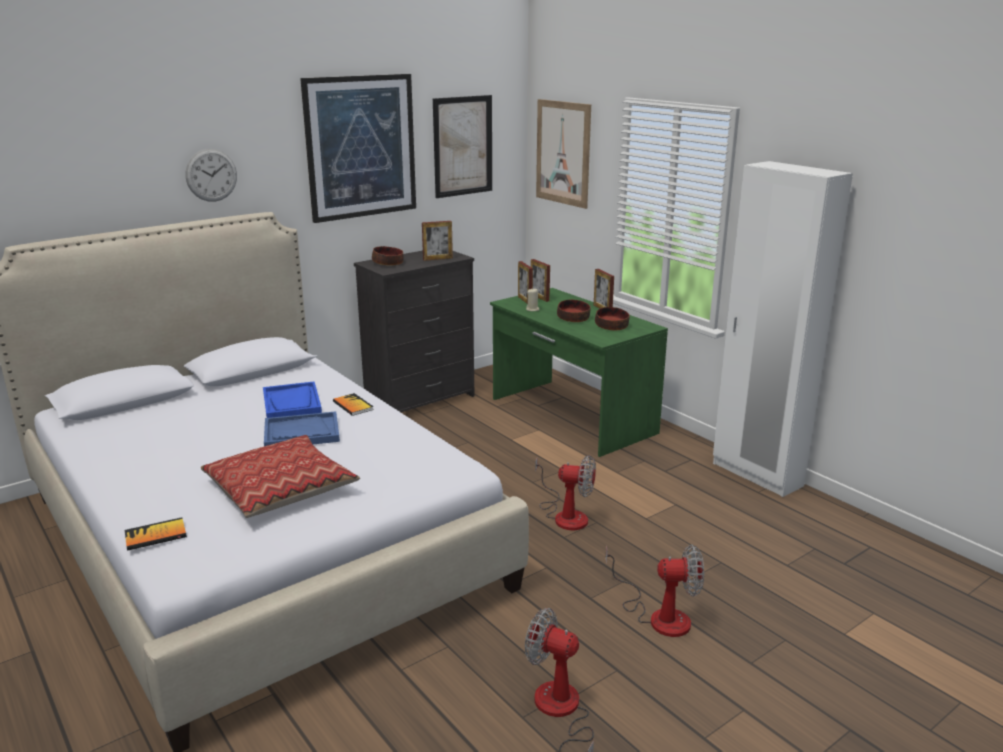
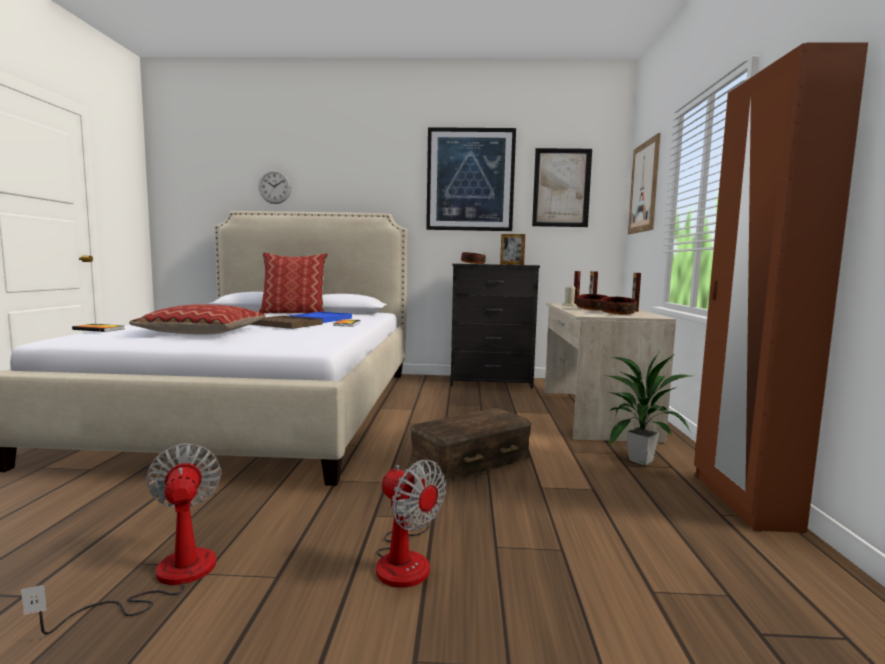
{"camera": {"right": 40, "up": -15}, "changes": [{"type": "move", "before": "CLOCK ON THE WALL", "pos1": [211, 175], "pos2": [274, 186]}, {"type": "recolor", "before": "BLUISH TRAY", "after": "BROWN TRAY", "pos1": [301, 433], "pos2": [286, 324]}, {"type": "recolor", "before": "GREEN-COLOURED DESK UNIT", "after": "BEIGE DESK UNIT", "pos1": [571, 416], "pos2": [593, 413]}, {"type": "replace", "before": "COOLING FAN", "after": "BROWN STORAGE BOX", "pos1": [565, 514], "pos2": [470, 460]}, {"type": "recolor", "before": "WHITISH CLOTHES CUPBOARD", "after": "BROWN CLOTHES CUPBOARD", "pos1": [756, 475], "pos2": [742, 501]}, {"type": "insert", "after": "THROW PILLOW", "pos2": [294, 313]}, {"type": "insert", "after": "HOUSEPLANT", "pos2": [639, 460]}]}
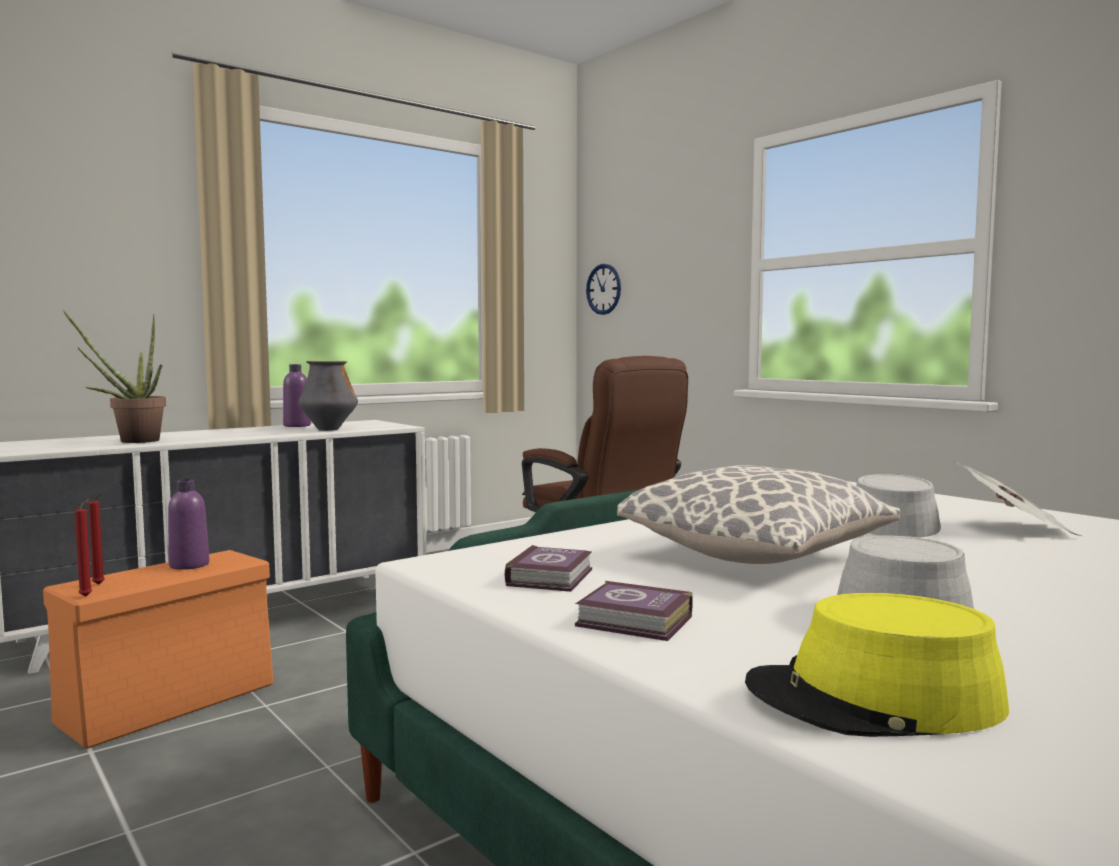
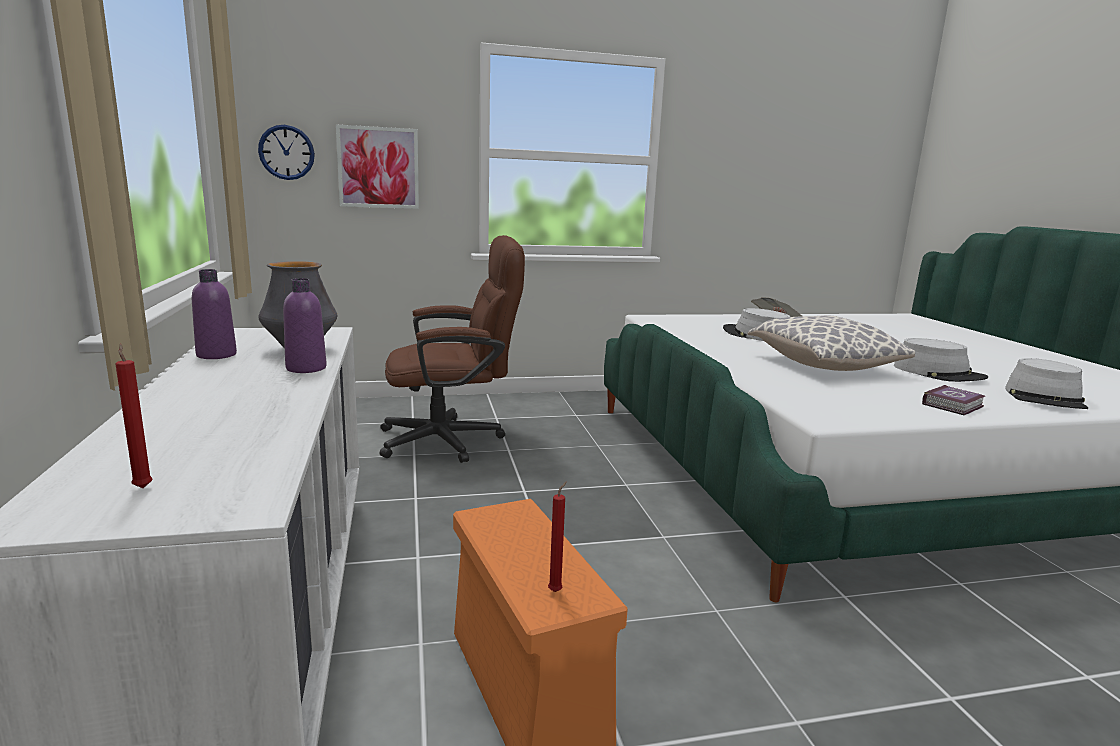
{"camera": {"right": -65, "up": 10}, "changes": [{"type": "delete", "before": "HOUSEPLANT", "pos1": [131, 441]}, {"type": "move", "before": "RED-COLOURED CANDLE", "pos1": [87, 596], "pos2": [143, 487]}, {"type": "move", "before": "PURPLE BOTTLE", "pos1": [189, 565], "pos2": [306, 368]}, {"type": "delete", "before": "VOLUME", "pos1": [552, 577]}, {"type": "recolor", "before": "YELLOW WEARABLE HAT", "after": "GREYISH WEARABLE HAT", "pos1": [875, 699], "pos2": [1045, 398]}, {"type": "insert", "after": "WALL PICTURE", "pos2": [378, 167]}]}
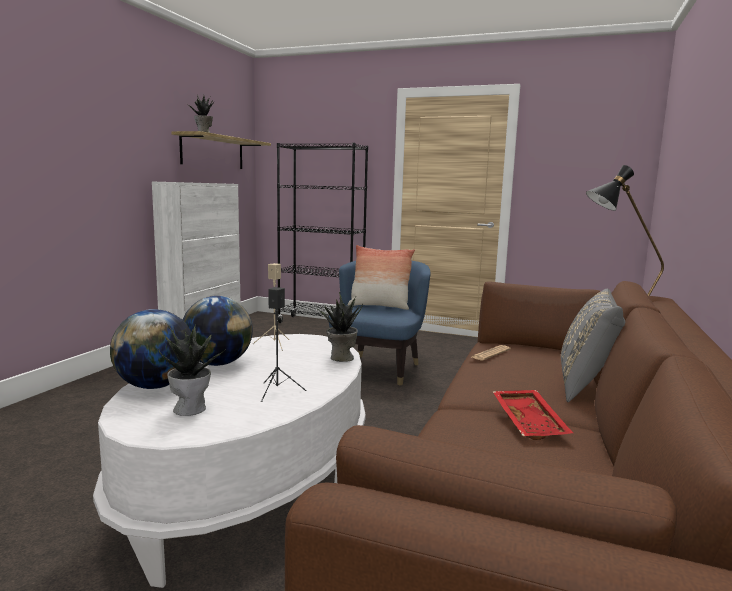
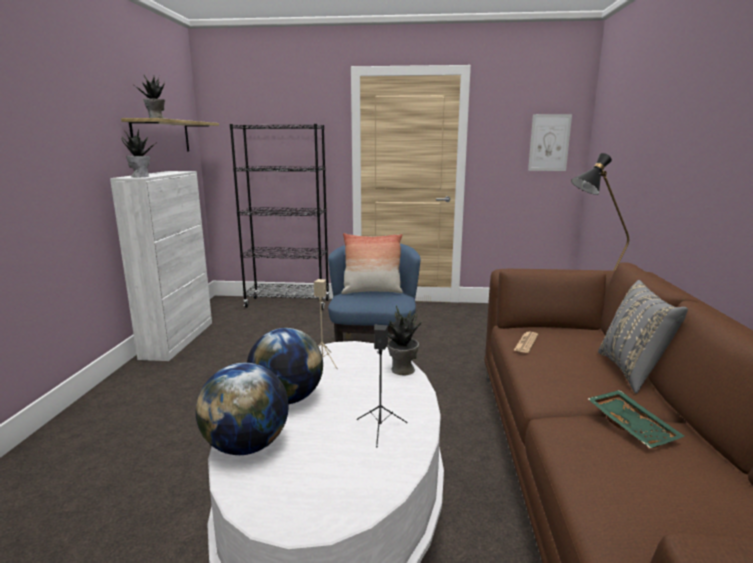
{"camera": {"right": -15, "up": 5}, "changes": [{"type": "move", "before": "HOUSEPLANT", "pos1": [191, 409], "pos2": [141, 176]}, {"type": "recolor", "before": "RED-COLOURED TRAY", "after": "GREEN-COLOURED TRAY", "pos1": [530, 423], "pos2": [633, 426]}, {"type": "insert", "after": "WALL PICTURE", "pos2": [549, 143]}]}
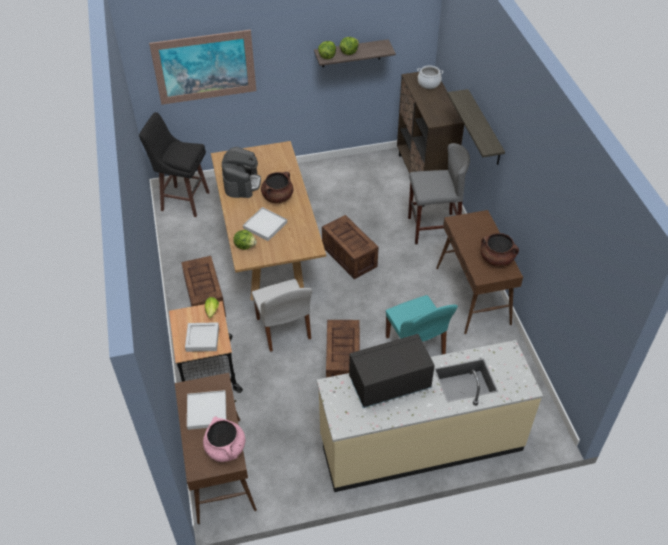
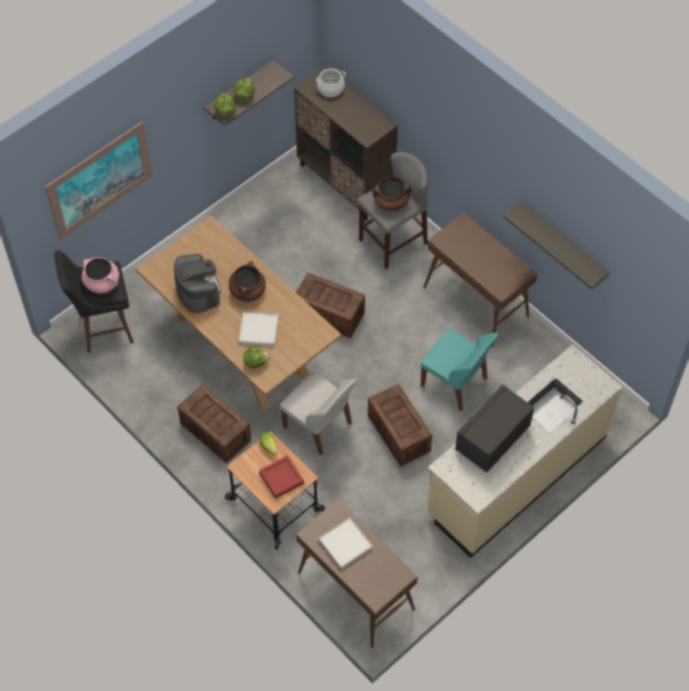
{"camera": {"right": -30, "up": 10}, "changes": [{"type": "recolor", "before": "GREYISH TRAY", "after": "RED-COLOURED TRAY", "pos1": [202, 339], "pos2": [281, 478]}, {"type": "move", "before": "PINKISH SAUCEPOT", "pos1": [226, 448], "pos2": [102, 283]}, {"type": "move", "before": "WALL SHELF", "pos1": [484, 128], "pos2": [563, 244]}, {"type": "move", "before": "BROWN SAUCEPOT", "pos1": [497, 259], "pos2": [391, 202]}]}
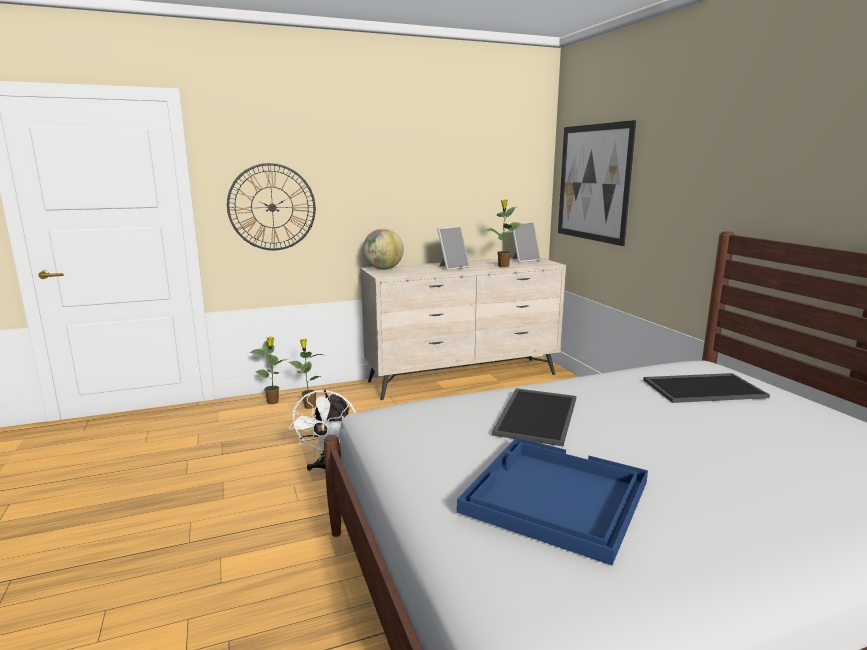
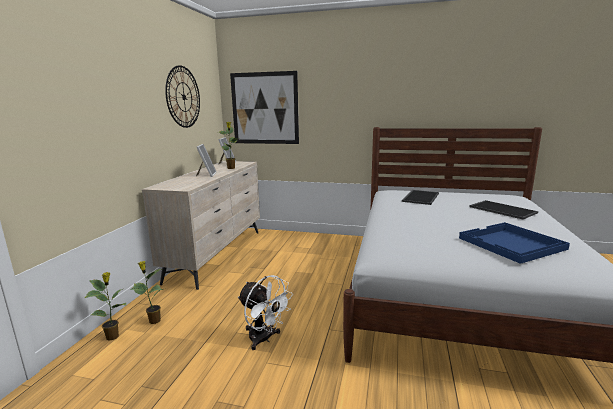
{"camera": {"right": -55, "up": 0}, "changes": [{"type": "move", "before": "CLOCK ON THE WALL", "pos1": [272, 207], "pos2": [183, 97]}, {"type": "delete", "before": "GLOBE", "pos1": [383, 269]}, {"type": "move", "before": "TRAY", "pos1": [535, 415], "pos2": [501, 210]}]}
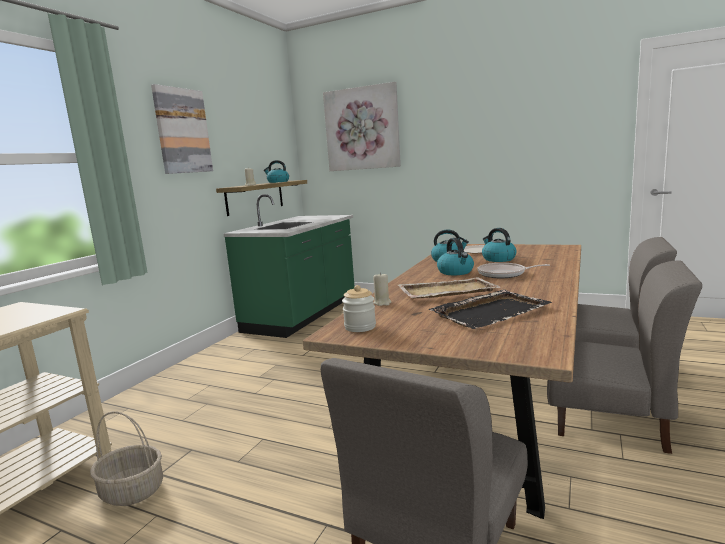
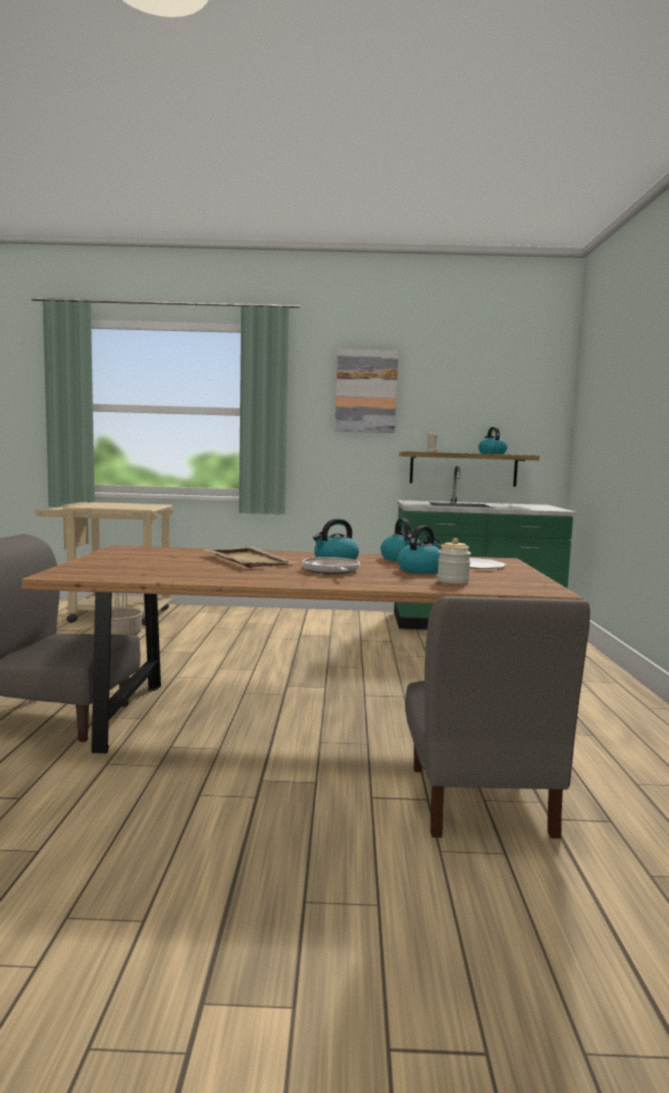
{"camera": {"right": 65, "up": -5}, "changes": [{"type": "delete", "before": "WALL PICTURE", "pos1": [362, 129]}, {"type": "move", "before": "STORAGE JAR", "pos1": [360, 327], "pos2": [453, 581]}, {"type": "delete", "before": "BEIGE CANDLE", "pos1": [382, 303]}, {"type": "delete", "before": "BLACK TRAY", "pos1": [491, 312]}, {"type": "delete", "before": "GREYISH CHAIR", "pos1": [610, 421]}]}
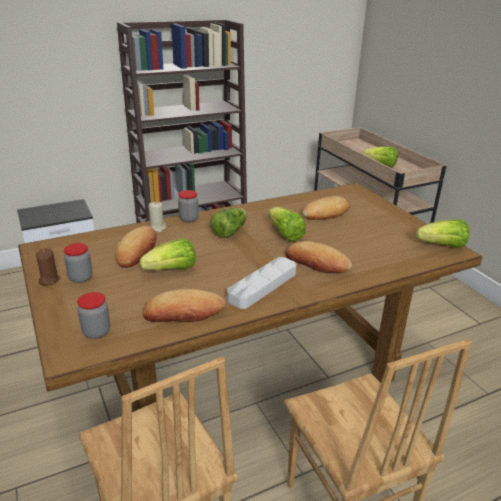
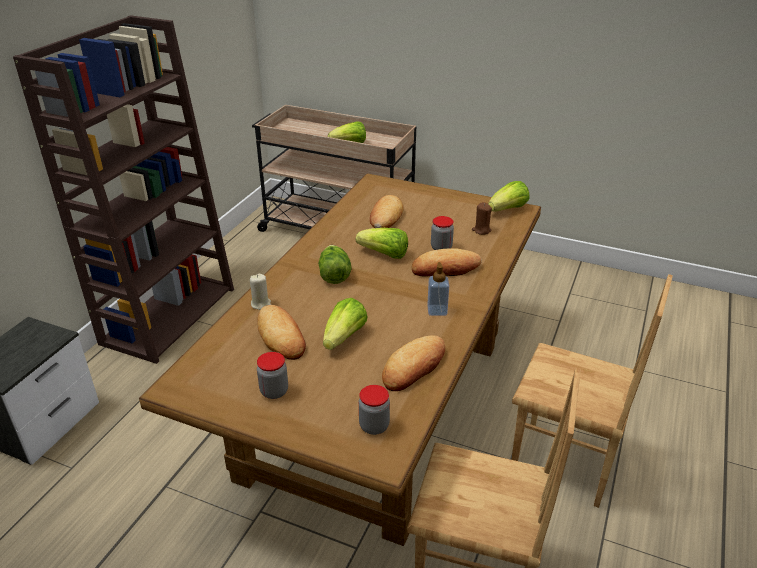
{"camera": {"right": -40, "up": 5}, "changes": [{"type": "move", "before": "BROWN CANDLE", "pos1": [49, 280], "pos2": [481, 230]}, {"type": "move", "before": "STORAGE JAR", "pos1": [188, 219], "pos2": [441, 248]}, {"type": "replace", "before": "GREYISH TRAY", "after": "LIQUID SOAP BOTTLE", "pos1": [263, 286], "pos2": [437, 310]}]}
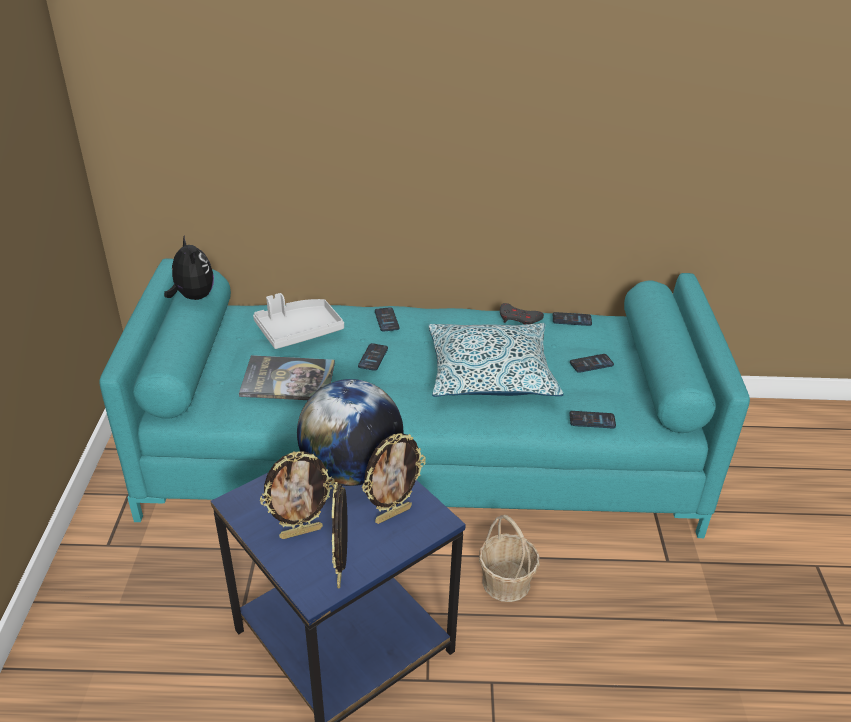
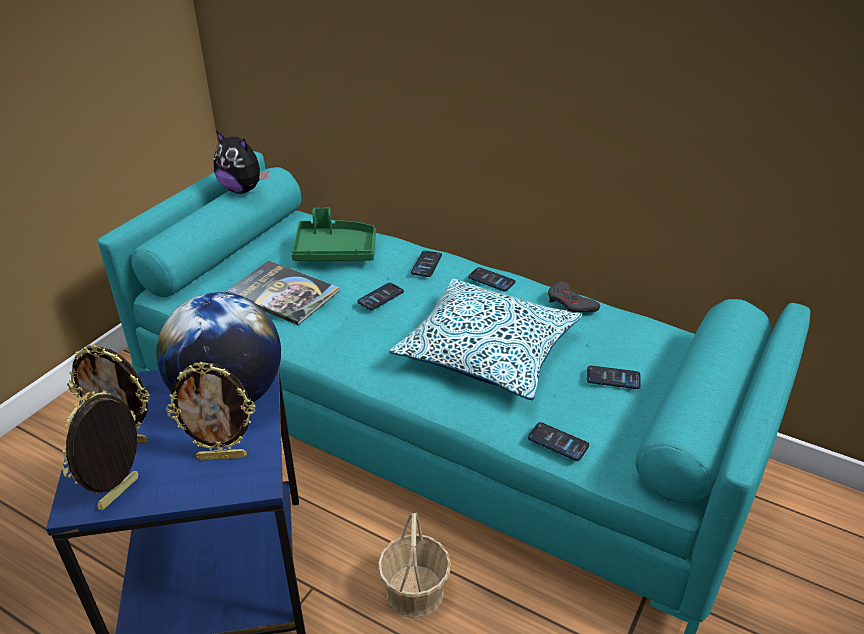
{"camera": {"right": 30, "up": 0}, "changes": [{"type": "rotate", "before": "PLUSH TOY", "pos1": [193, 297], "pos2": [242, 190], "turn": 120}, {"type": "recolor", "before": "GREYISH TRAY", "after": "GREEN-COLOURED TRAY", "pos1": [298, 331], "pos2": [335, 251]}, {"type": "move", "before": "HANDSET", "pos1": [571, 319], "pos2": [491, 280]}]}
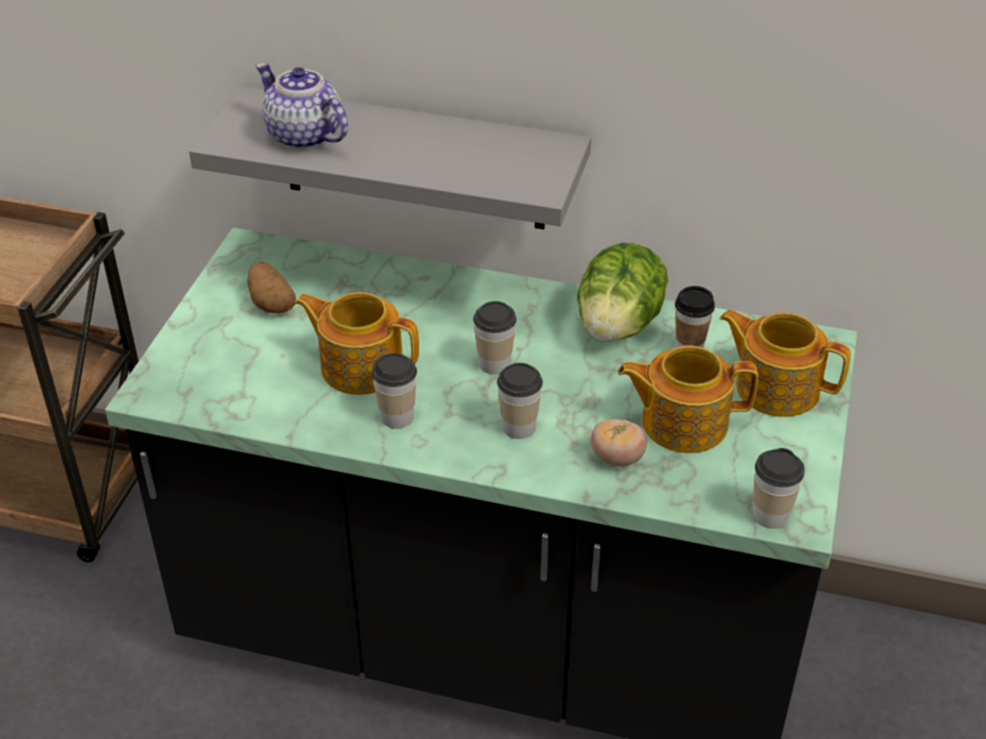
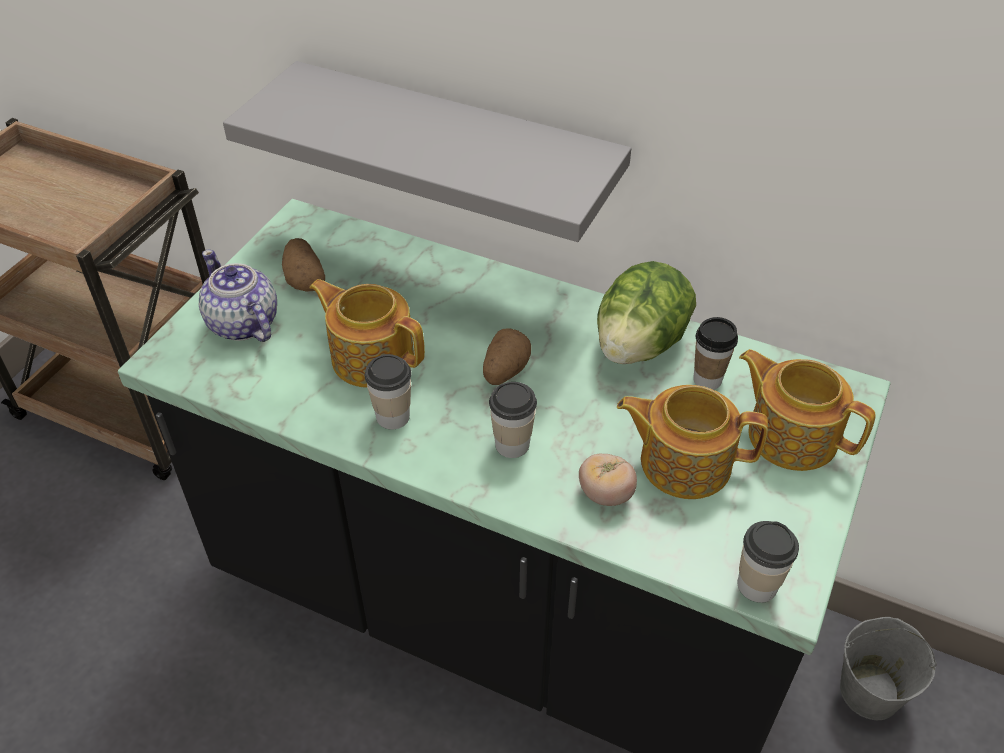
{"camera": {"right": 10, "up": 5}, "changes": [{"type": "move", "before": "POT FOR TEA", "pos1": [304, 136], "pos2": [243, 324]}, {"type": "replace", "before": "SMALL CUP", "after": "WHOLE POTATO", "pos1": [494, 363], "pos2": [504, 370]}, {"type": "insert", "after": "GREYISH PAIL", "pos2": [869, 691]}]}
